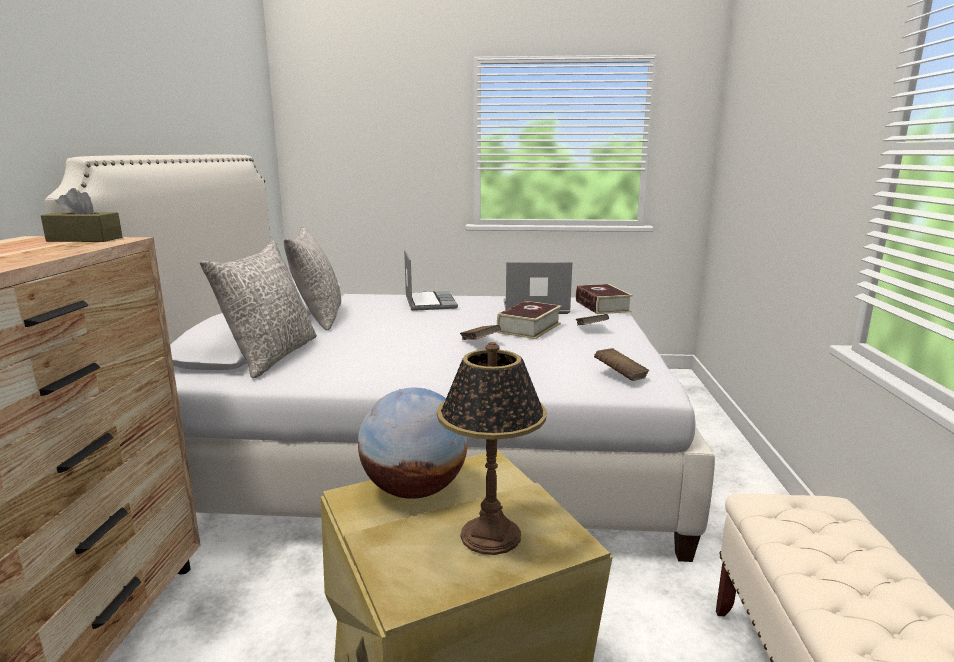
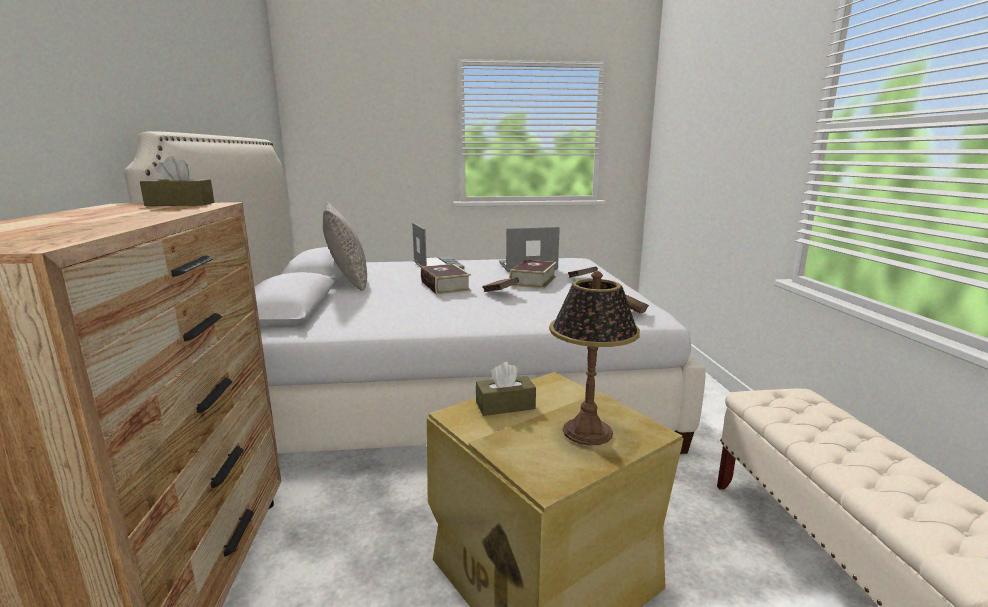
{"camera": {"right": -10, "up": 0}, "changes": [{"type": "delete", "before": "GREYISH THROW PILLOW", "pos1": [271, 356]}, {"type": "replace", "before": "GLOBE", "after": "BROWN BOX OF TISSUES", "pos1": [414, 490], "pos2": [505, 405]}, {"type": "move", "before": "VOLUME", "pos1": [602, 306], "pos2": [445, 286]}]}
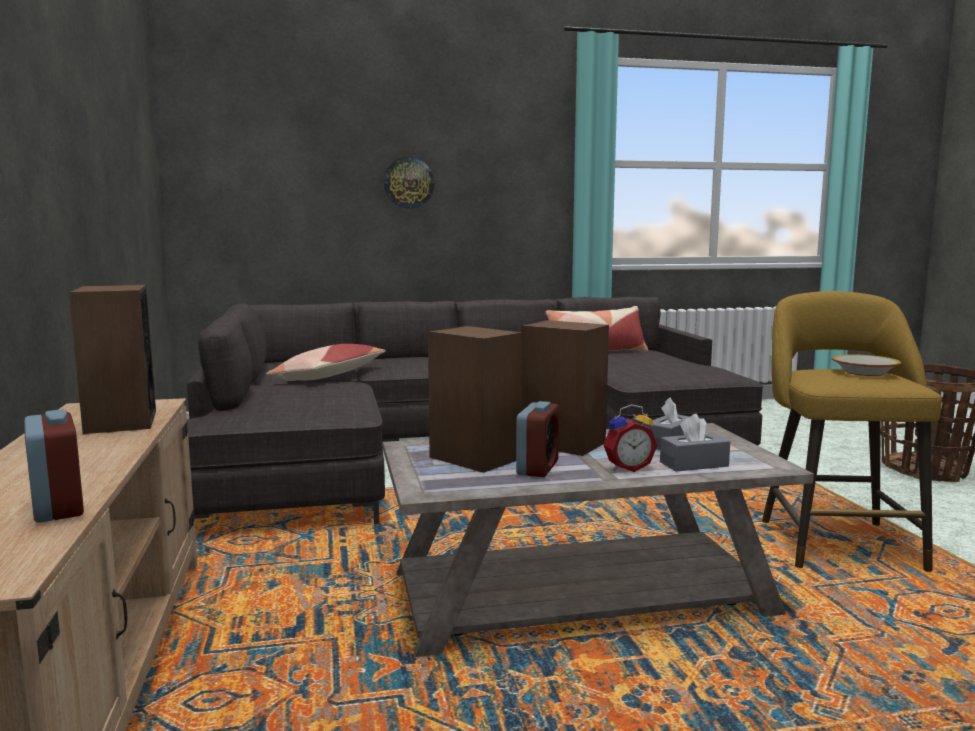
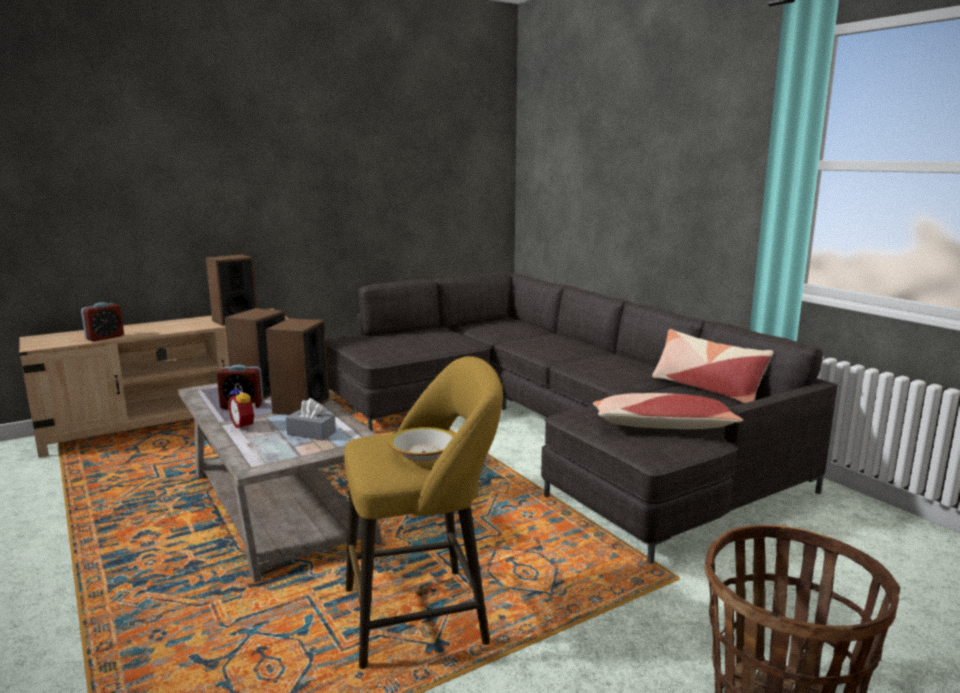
{"camera": {"right": 70, "up": 5}, "changes": [{"type": "move", "before": "THROW PILLOW", "pos1": [329, 376], "pos2": [662, 426]}, {"type": "delete", "before": "CLOCK ON THE WALL", "pos1": [408, 182]}, {"type": "delete", "before": "GREYISH BOX OF TISSUES", "pos1": [694, 464]}]}
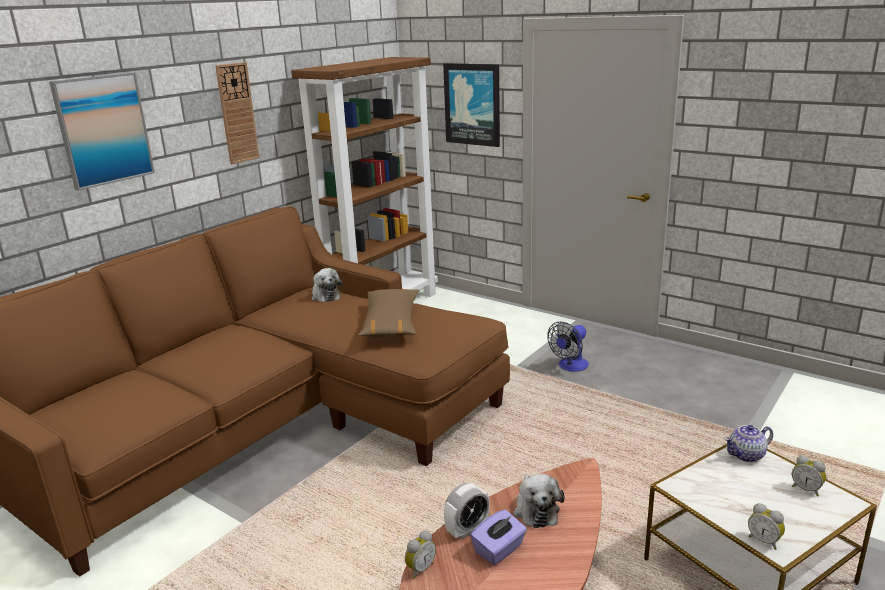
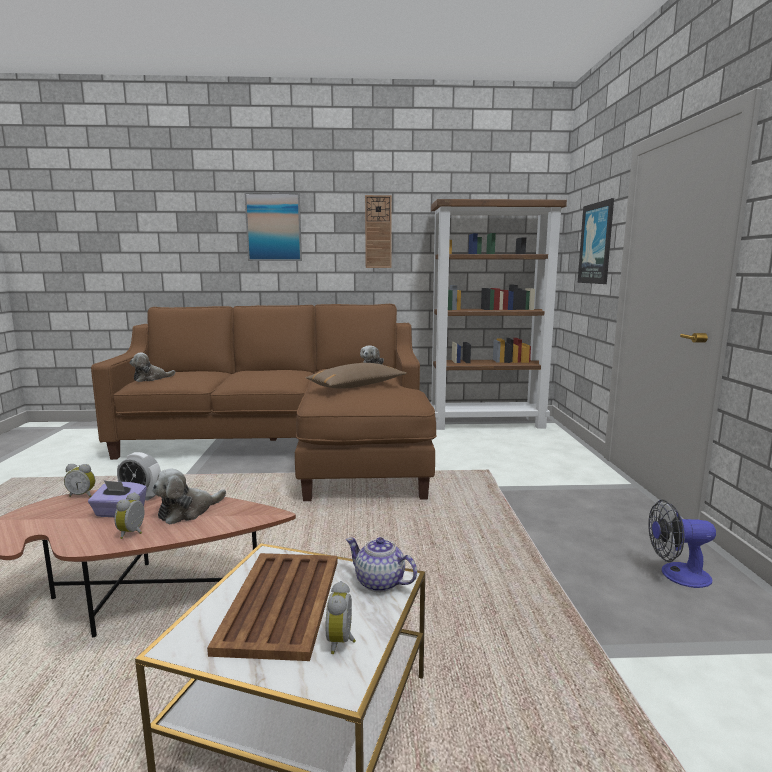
{"camera": {"right": 50, "up": -10}, "changes": [{"type": "move", "before": "COOLING FAN", "pos1": [570, 366], "pos2": [677, 575]}, {"type": "move", "before": "ALARM CLOCK", "pos1": [764, 540], "pos2": [133, 533]}, {"type": "insert", "after": "PLUSH TOY", "pos2": [151, 379]}, {"type": "insert", "after": "BROWN TRAY", "pos2": [282, 602]}]}
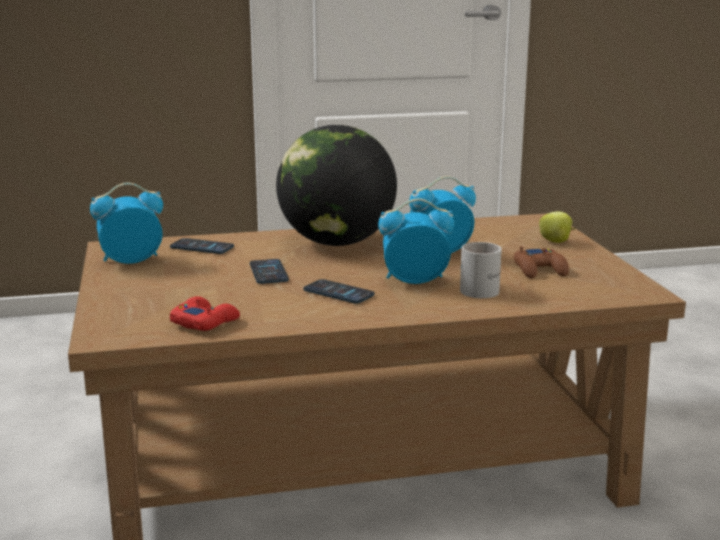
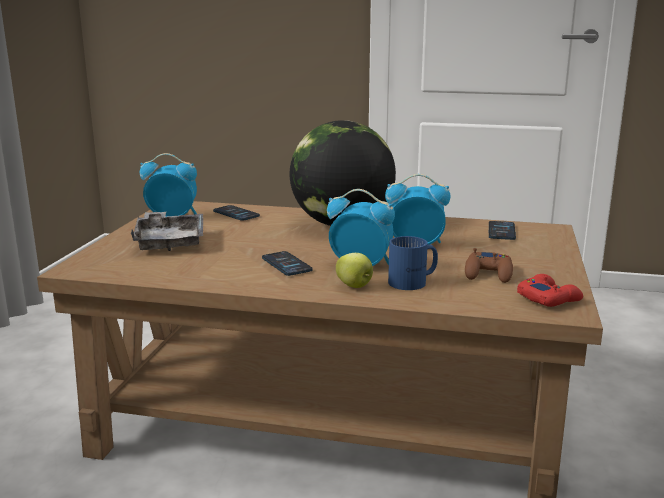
{"camera": {"right": 25, "up": 0}, "changes": [{"type": "move", "before": "RED-COLOURED JOYPAD", "pos1": [204, 322], "pos2": [548, 298]}, {"type": "move", "before": "HANDSET", "pos1": [268, 272], "pos2": [501, 231]}, {"type": "recolor", "before": "WHITISH TEA MUG", "after": "BLUISH TEA MUG", "pos1": [485, 289], "pos2": [414, 282]}, {"type": "move", "before": "WHOLE APPLE", "pos1": [556, 242], "pos2": [355, 286]}, {"type": "insert", "after": "GREYISH TRAY", "pos2": [169, 241]}]}
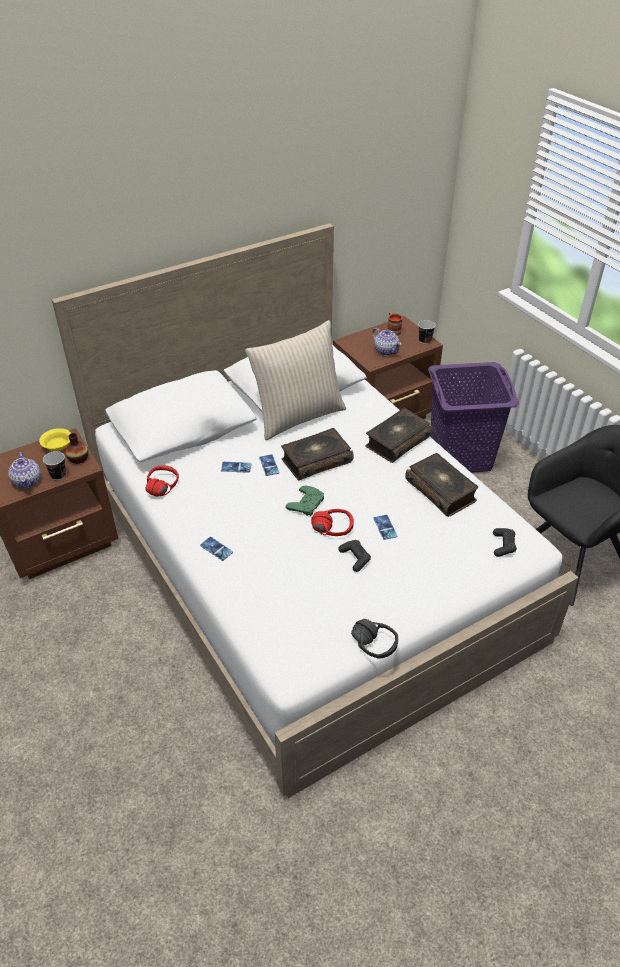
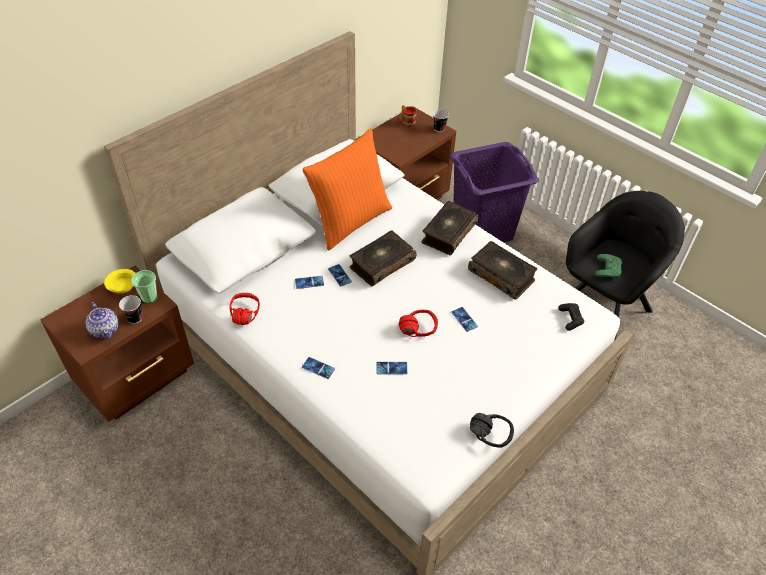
{"camera": {"right": -15, "up": 5}, "changes": [{"type": "replace", "before": "VASE", "after": "SMALL CUP", "pos1": [78, 459], "pos2": [149, 297]}, {"type": "recolor", "before": "BEIGE THROW PILLOW", "after": "ORANGE-COLOURED THROW PILLOW", "pos1": [298, 416], "pos2": [350, 221]}, {"type": "move", "before": "GREEN-COLOURED JOYPAD", "pos1": [308, 504], "pos2": [610, 269]}, {"type": "delete", "before": "BLACK JOYPAD", "pos1": [355, 558]}, {"type": "delete", "before": "POT FOR TEA", "pos1": [386, 350]}, {"type": "insert", "after": "HANDSET", "pos2": [391, 368]}]}
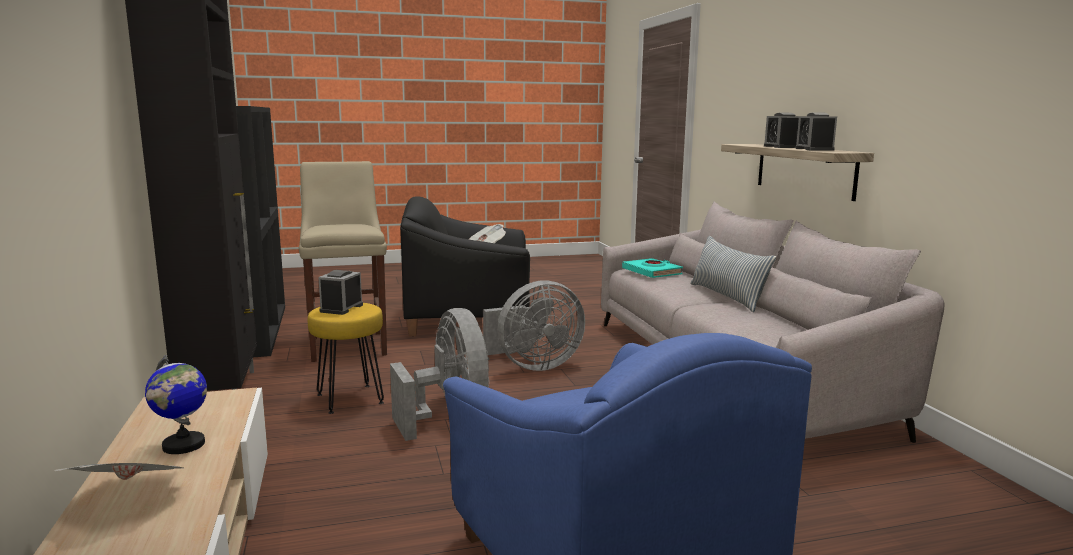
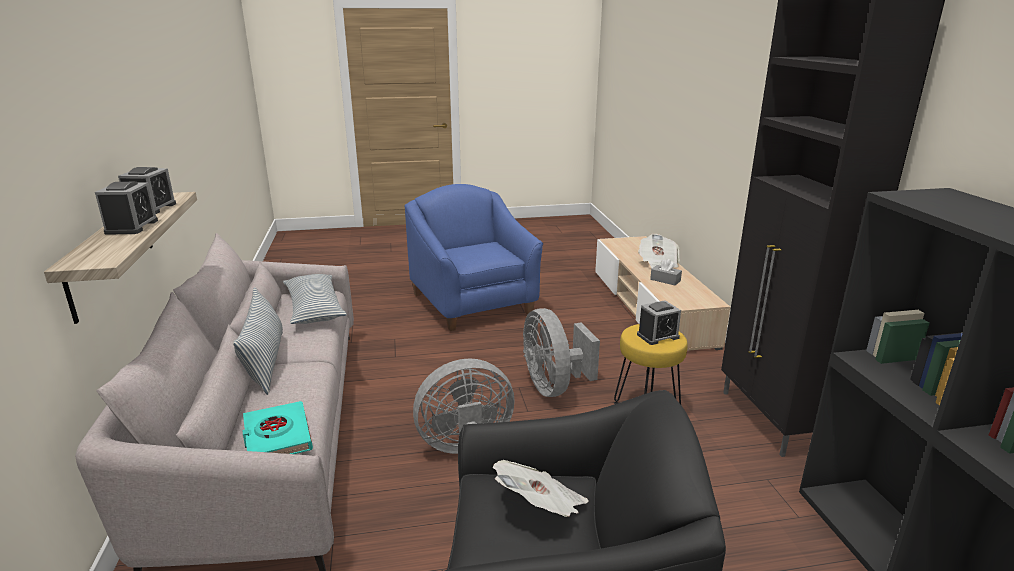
{"camera": {"right": -175, "up": 10}, "changes": [{"type": "replace", "before": "GLOBE", "after": "GREYISH BOX OF TISSUES", "pos1": [183, 445], "pos2": [665, 280]}, {"type": "delete", "before": "BEIGE SITTING STOOL", "pos1": [348, 344]}, {"type": "rotate", "before": "ALARM CLOCK", "pos1": [341, 308], "pos2": [658, 336], "turn": 45}, {"type": "insert", "after": "THROW PILLOW", "pos2": [314, 308]}]}
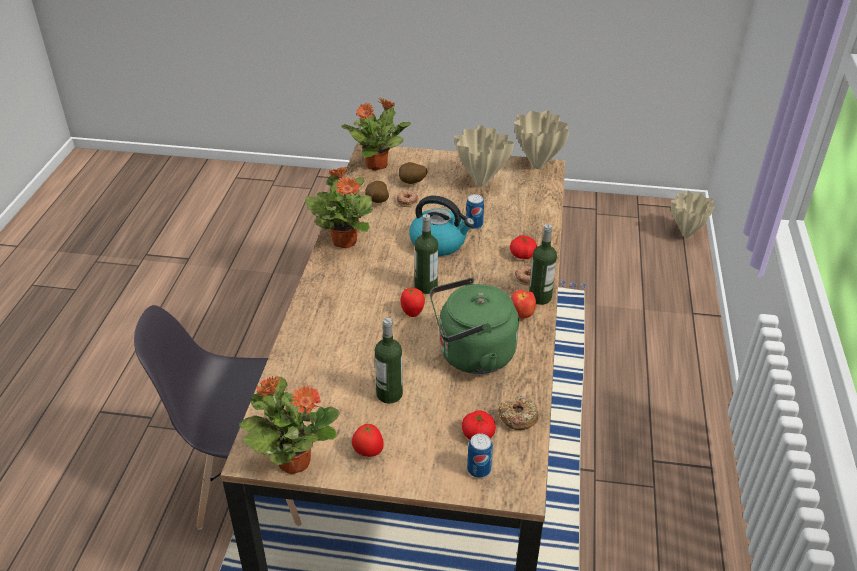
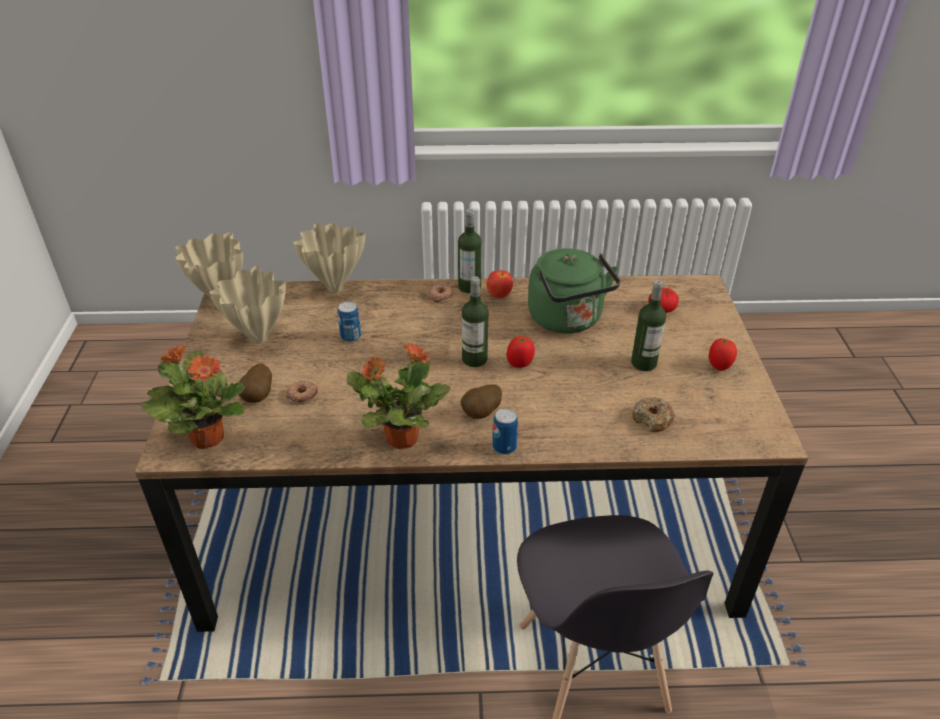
{"camera": {"right": -100, "up": 0}, "changes": [{"type": "delete", "before": "HOUSEPLANT", "pos1": [293, 461]}, {"type": "move", "before": "WHOLE POTATO", "pos1": [377, 202], "pos2": [482, 414]}, {"type": "delete", "before": "WATER KETTLE", "pos1": [439, 243]}, {"type": "move", "before": "METAL CAN", "pos1": [479, 469], "pos2": [504, 447]}, {"type": "move", "before": "DONUT", "pos1": [518, 418], "pos2": [652, 419]}, {"type": "delete", "before": "WHOLE TOMATO", "pos1": [522, 255]}, {"type": "move", "before": "BEIGE VASE", "pos1": [686, 234], "pos2": [334, 288]}]}
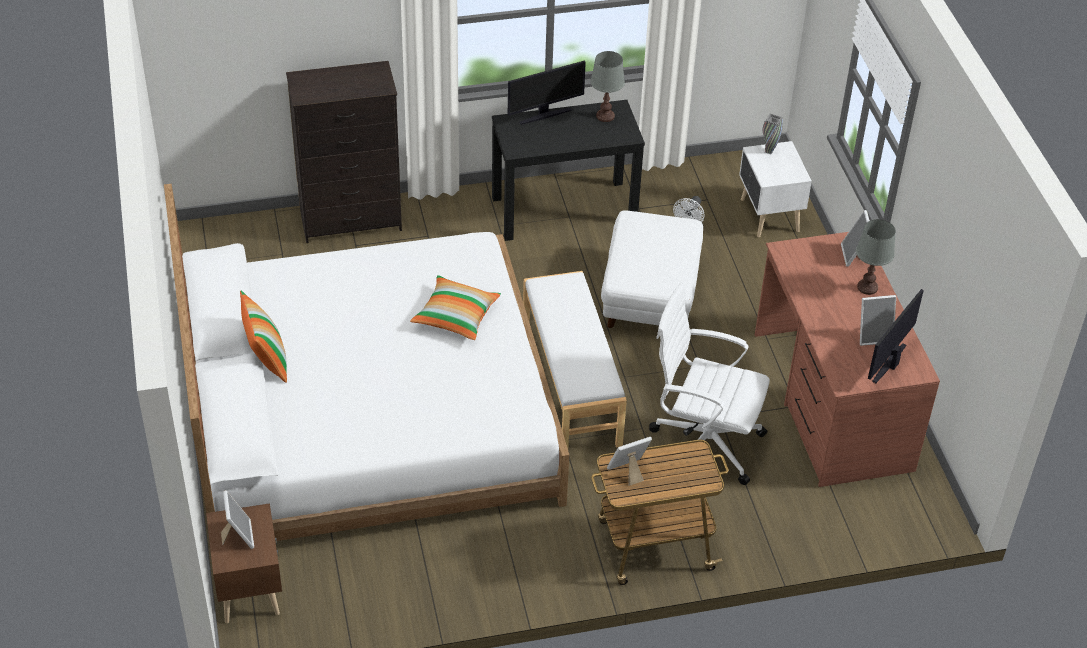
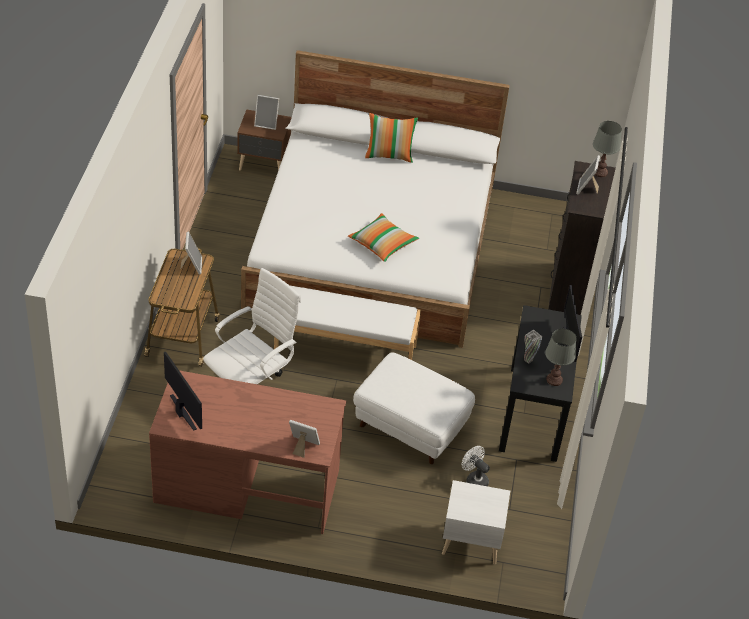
{"camera": {"right": 110, "up": 0}, "changes": [{"type": "move", "before": "GREYISH VASE", "pos1": [769, 151], "pos2": [528, 360]}, {"type": "move", "before": "GREYISH LAMP FOR A TABLE", "pos1": [867, 287], "pos2": [600, 172]}, {"type": "move", "before": "PICTURE FRAME", "pos1": [873, 335], "pos2": [587, 188]}]}
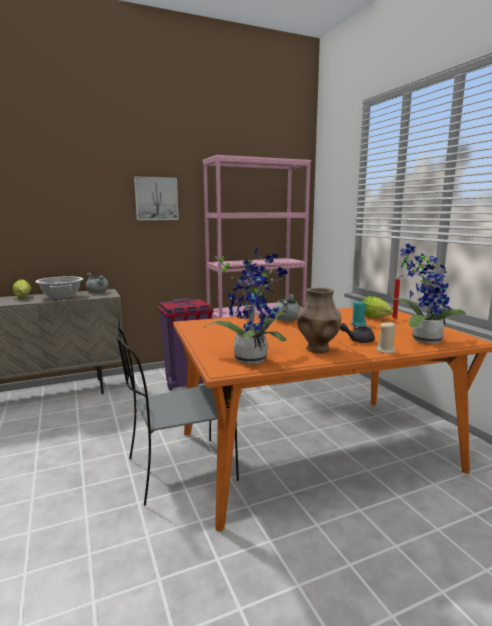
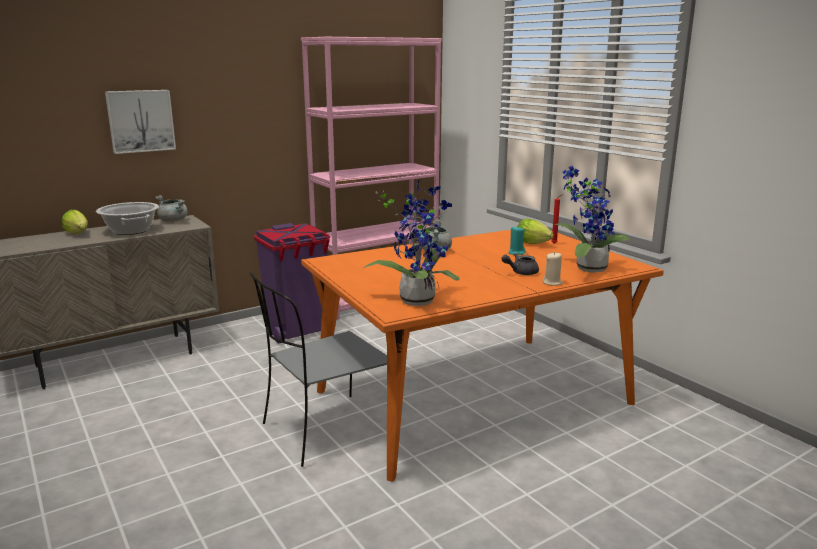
{"camera": {"right": -10, "up": 5}, "changes": [{"type": "move", "before": "WALL PICTURE", "pos1": [156, 199], "pos2": [140, 121]}, {"type": "delete", "before": "BROWN VASE", "pos1": [317, 349]}]}
